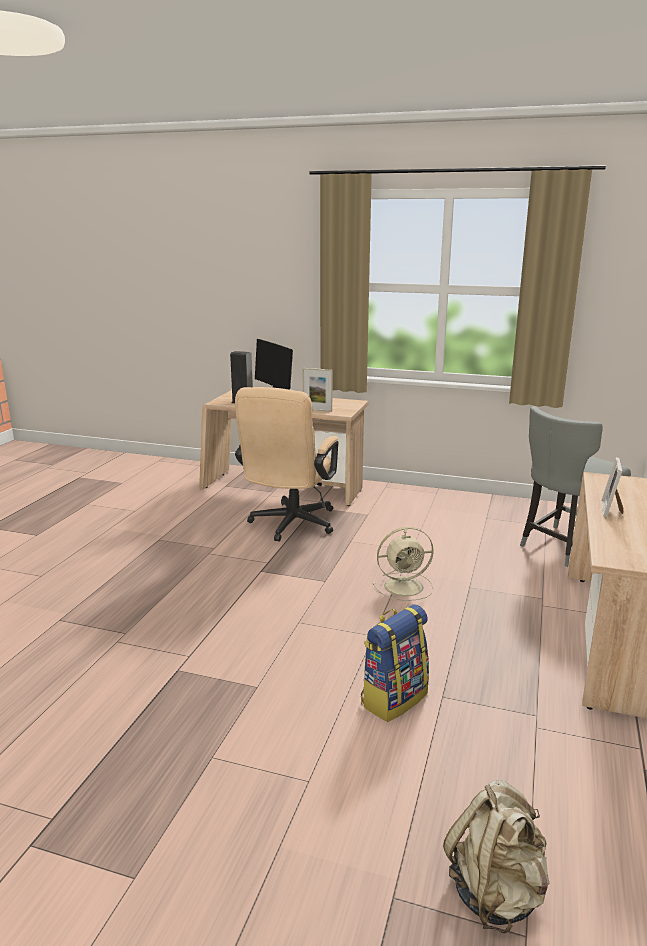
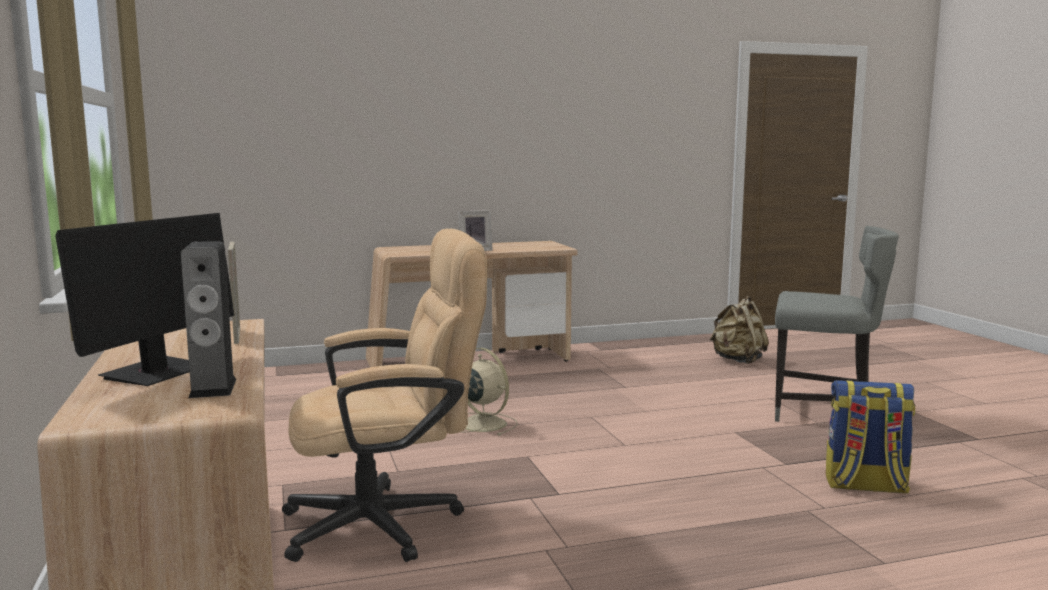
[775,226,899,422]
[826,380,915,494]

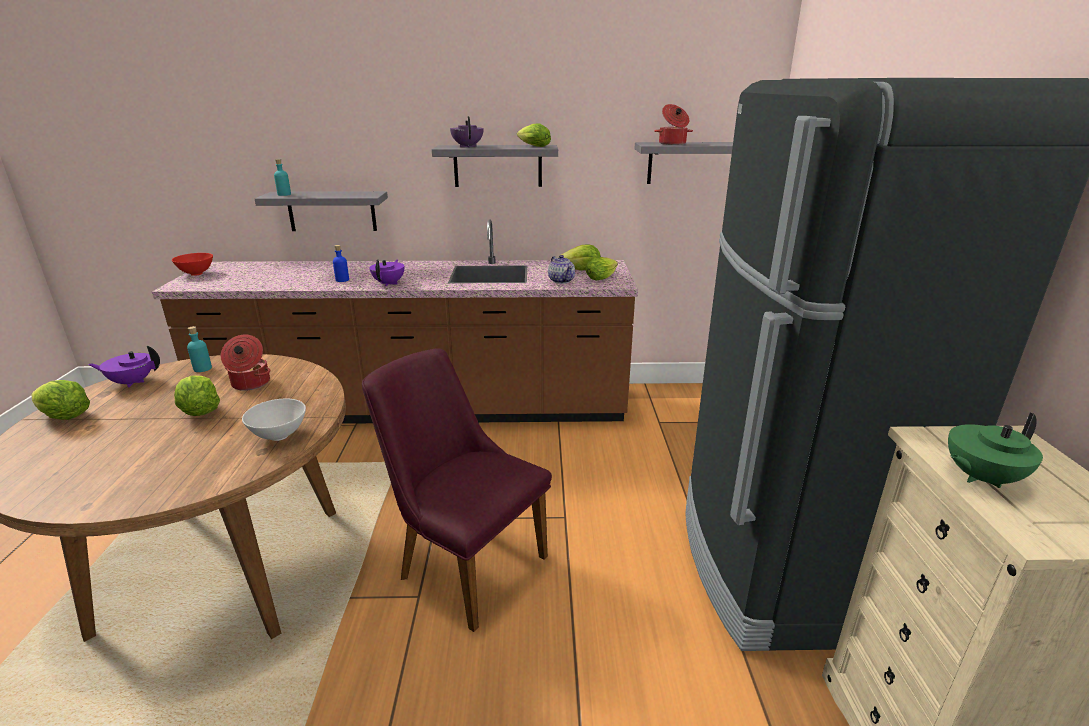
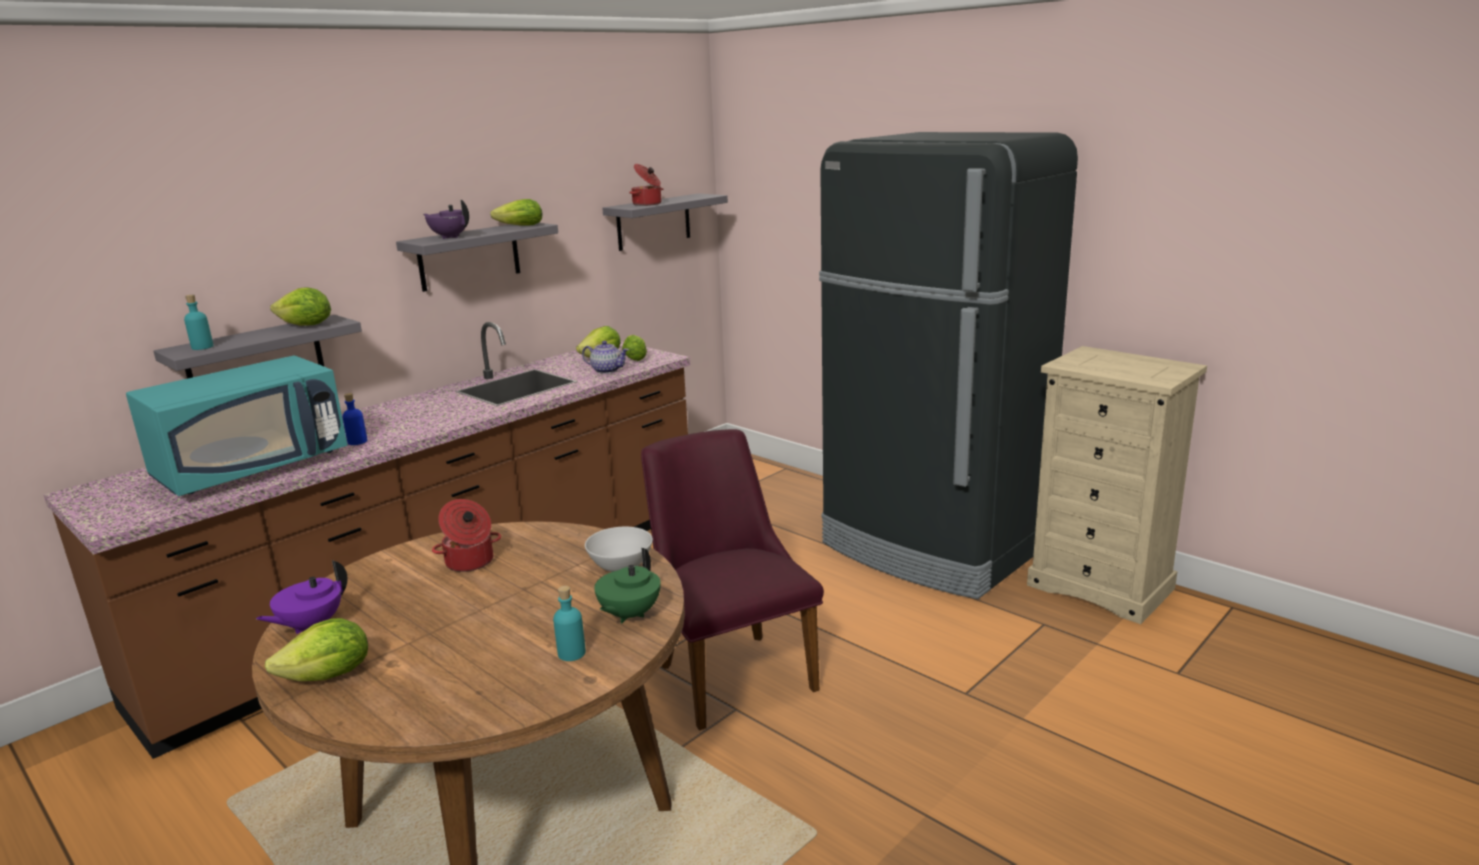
[126,356,348,496]
[270,287,331,326]
[553,586,586,661]
[594,548,661,623]
[641,429,824,731]
[172,253,213,276] (first image)
[370,259,405,286] (first image)

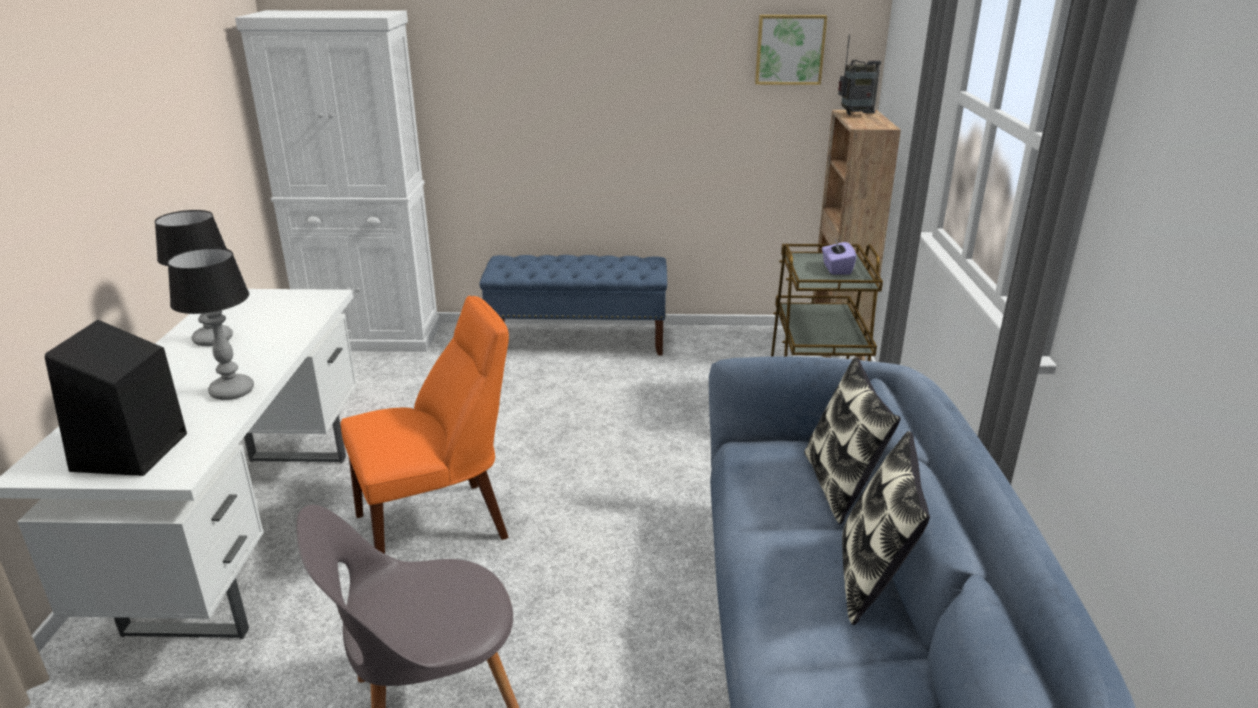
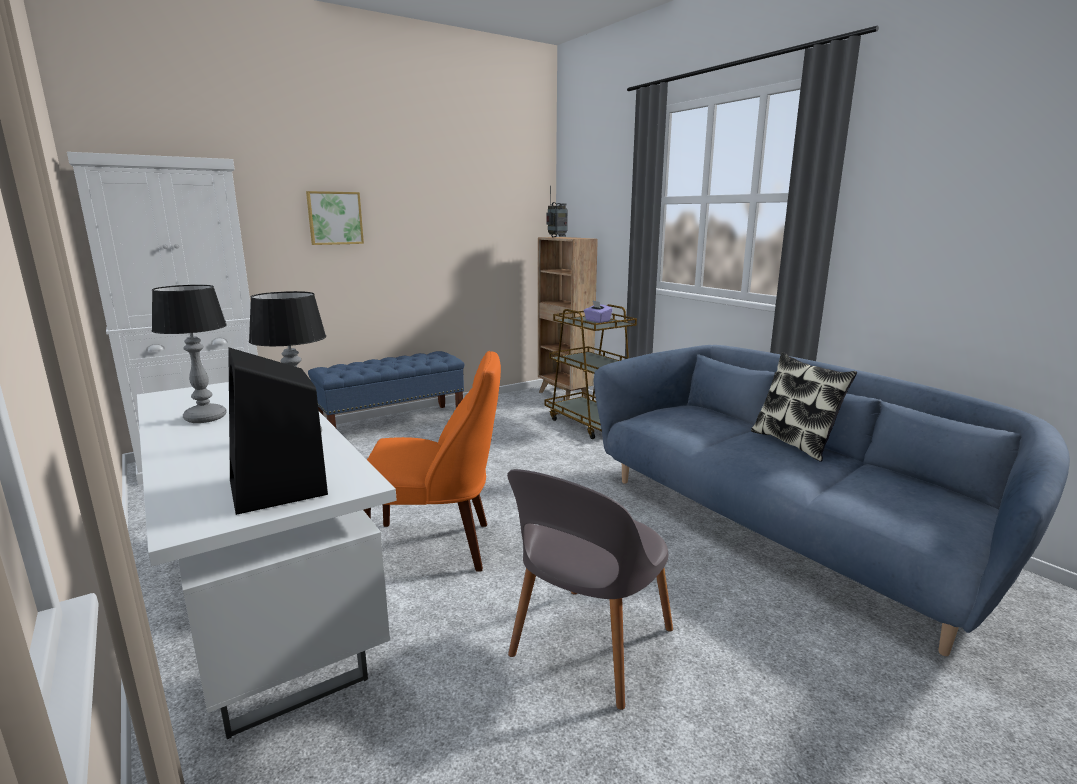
[306,191,364,245]
[364,351,501,571]
[804,357,901,524] (first image)

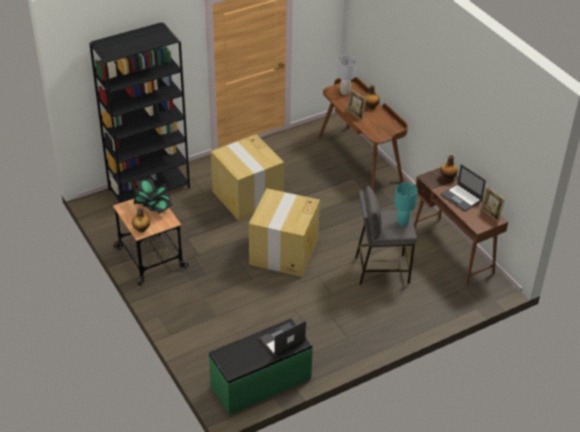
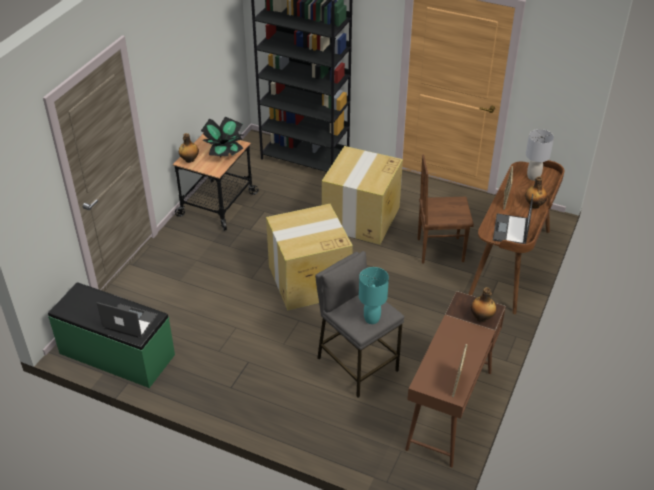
[418,155,474,263]
[493,194,533,244]

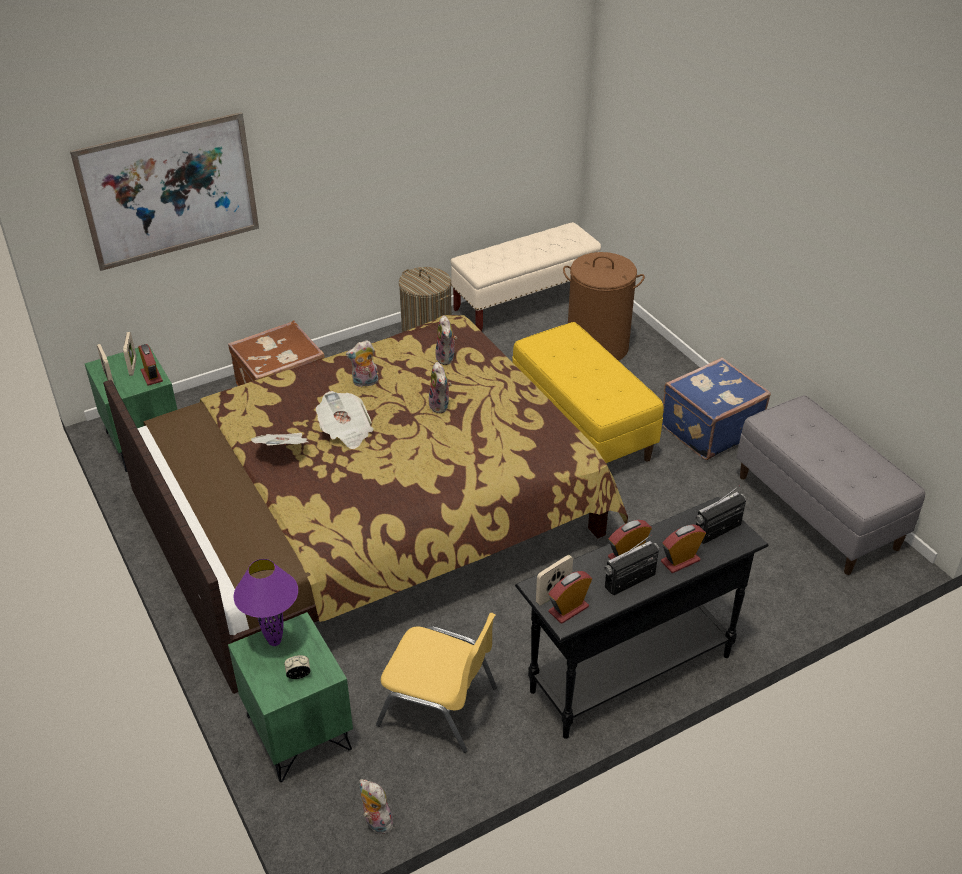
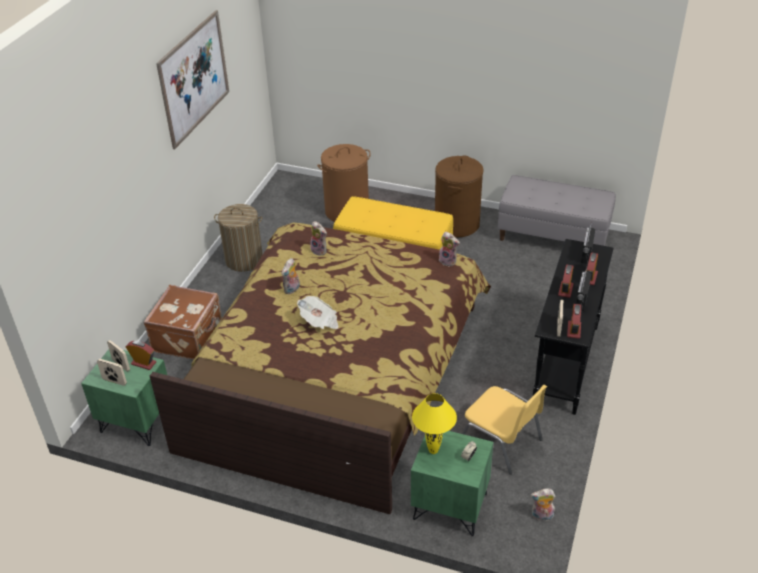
[156,10,229,149]
[412,393,457,454]
[435,155,484,237]
[439,232,460,267]
[462,385,547,474]
[251,433,308,445] (first image)
[451,222,601,331] (first image)

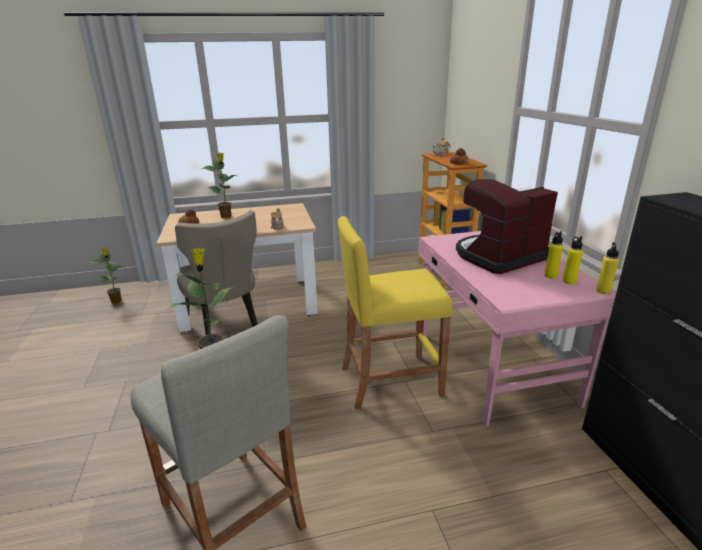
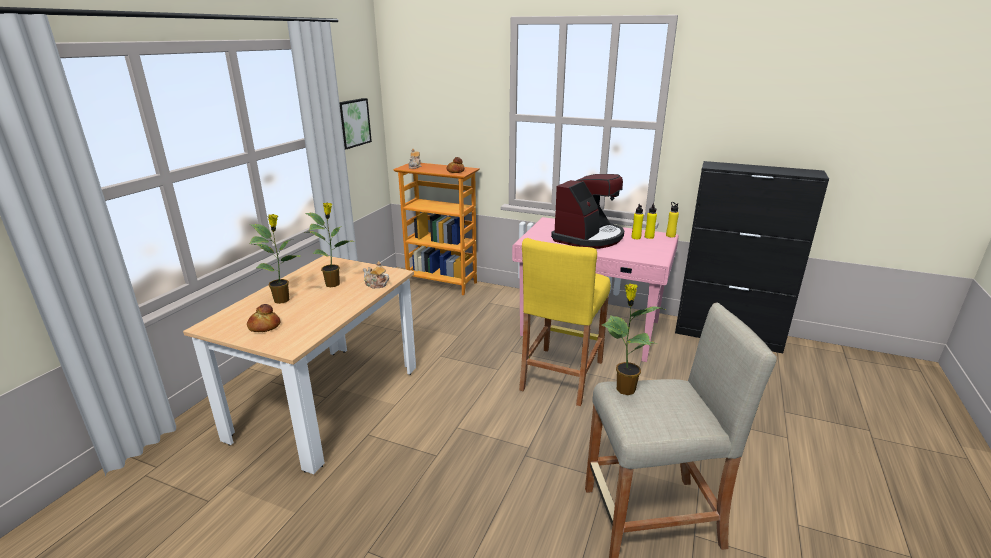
[305,202,354,287]
[339,98,372,149]
[551,174,624,249]
[175,210,258,335] (first image)

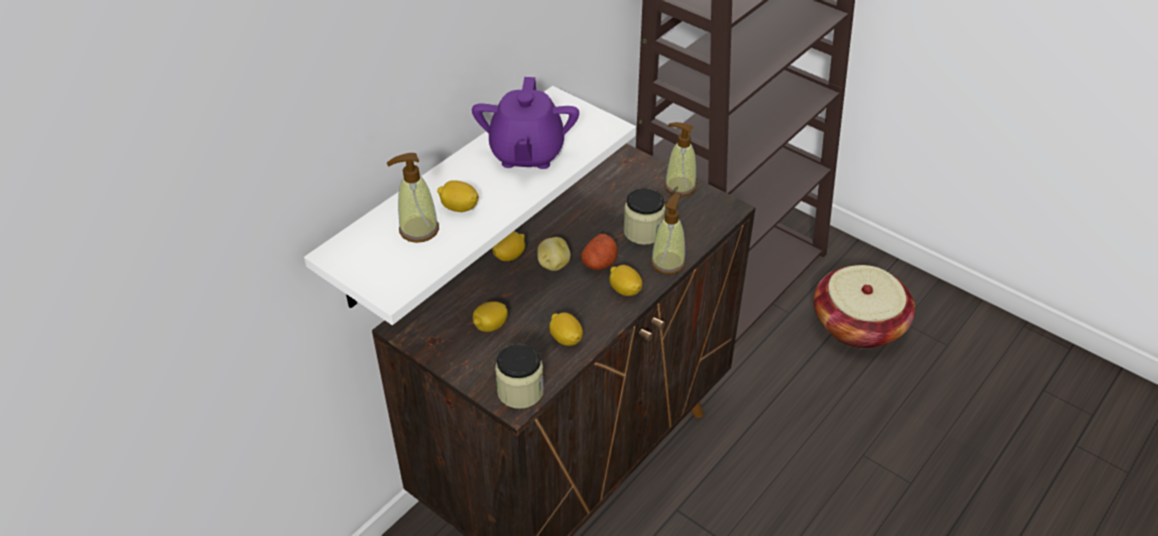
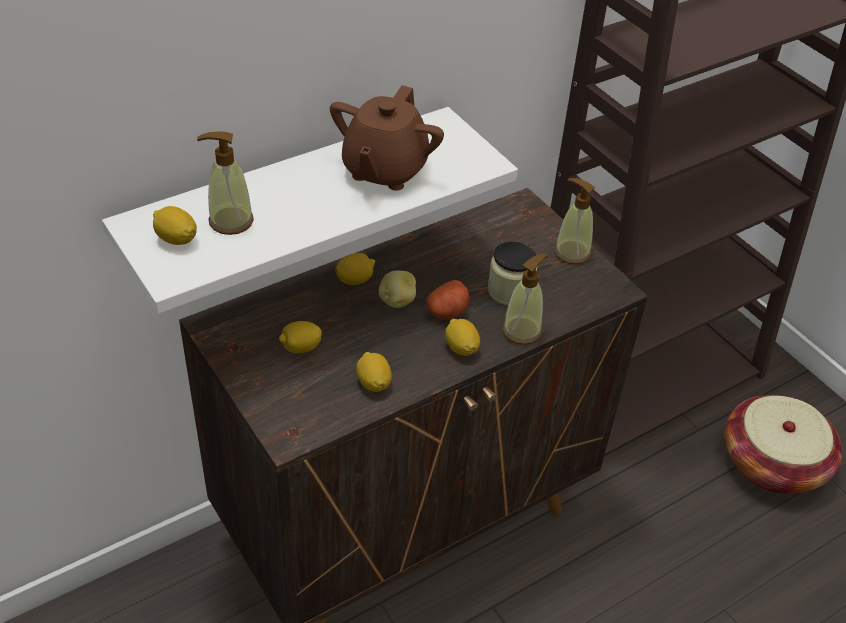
[153,206,197,245]
[330,85,444,191]
[495,344,544,409] (first image)

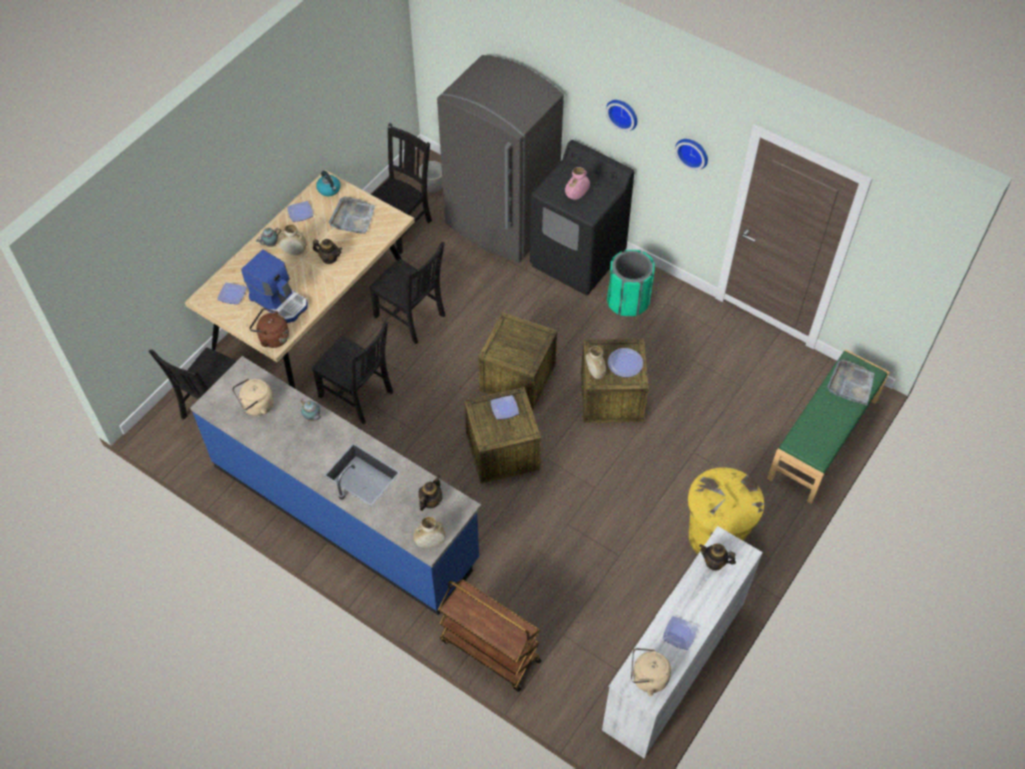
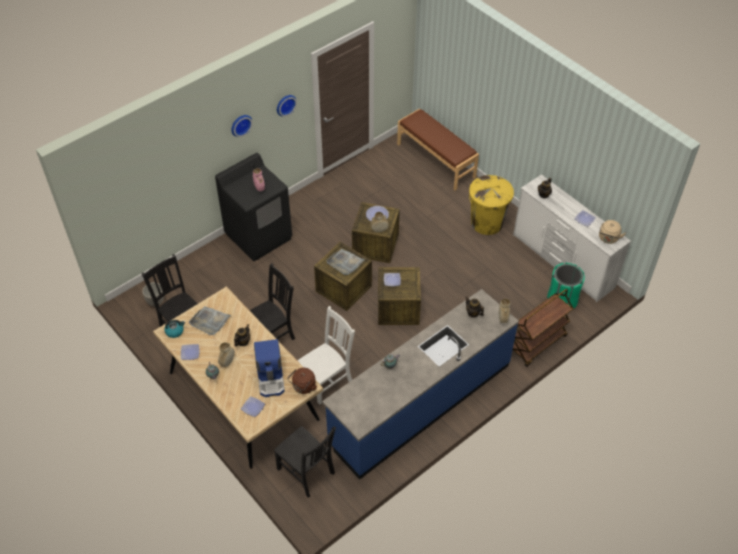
[254,339,285,397]
[297,306,355,404]
[326,249,365,275]
[397,109,479,191]
[547,263,585,308]
[232,378,274,416] (first image)
[437,55,564,263] (first image)

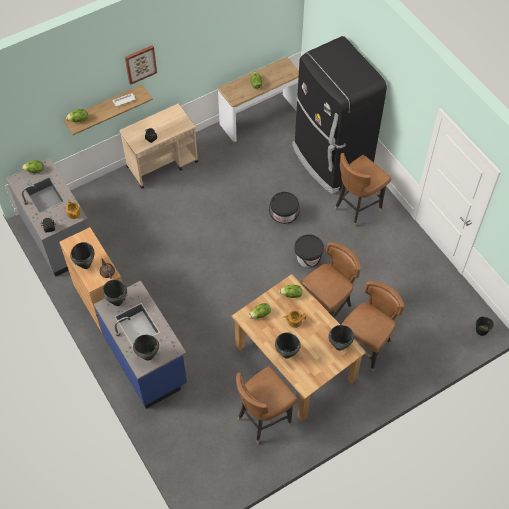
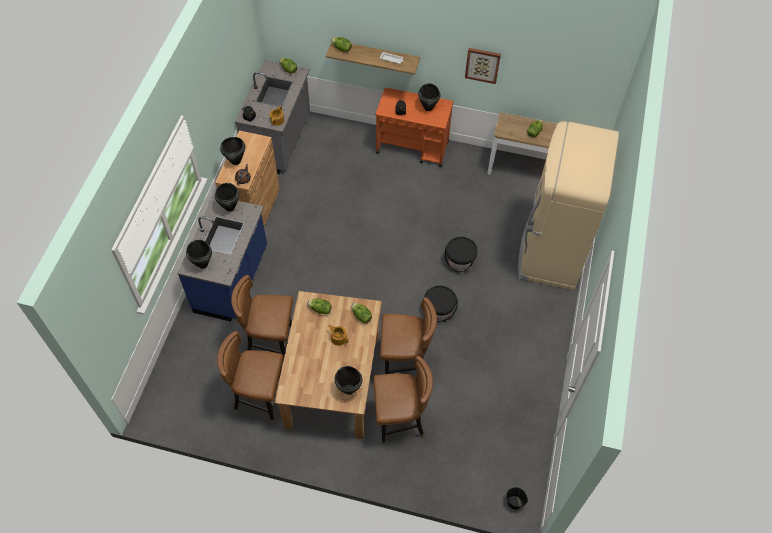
[231,275,293,361]
[376,88,453,167]
[418,83,440,111]
[465,48,501,84]
[518,121,619,291]

